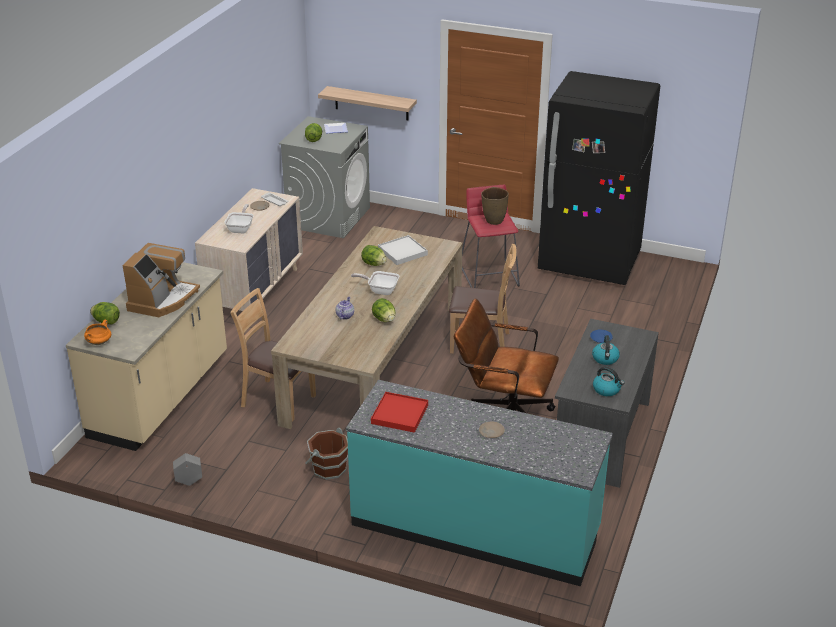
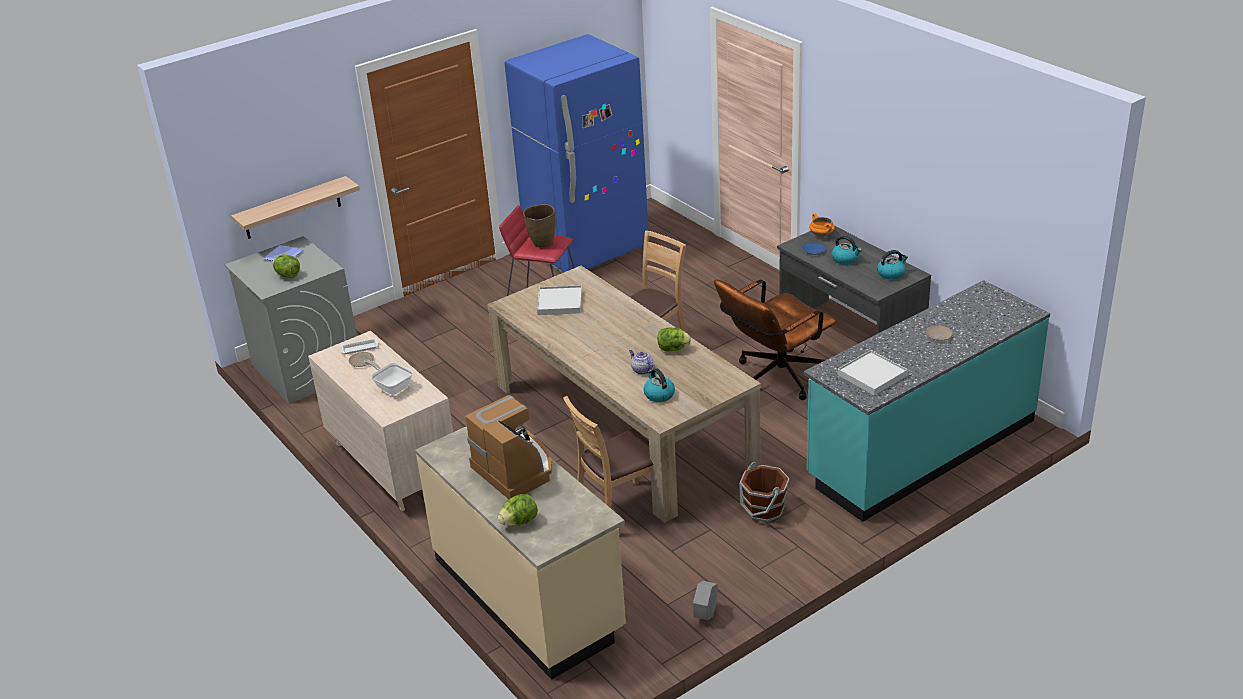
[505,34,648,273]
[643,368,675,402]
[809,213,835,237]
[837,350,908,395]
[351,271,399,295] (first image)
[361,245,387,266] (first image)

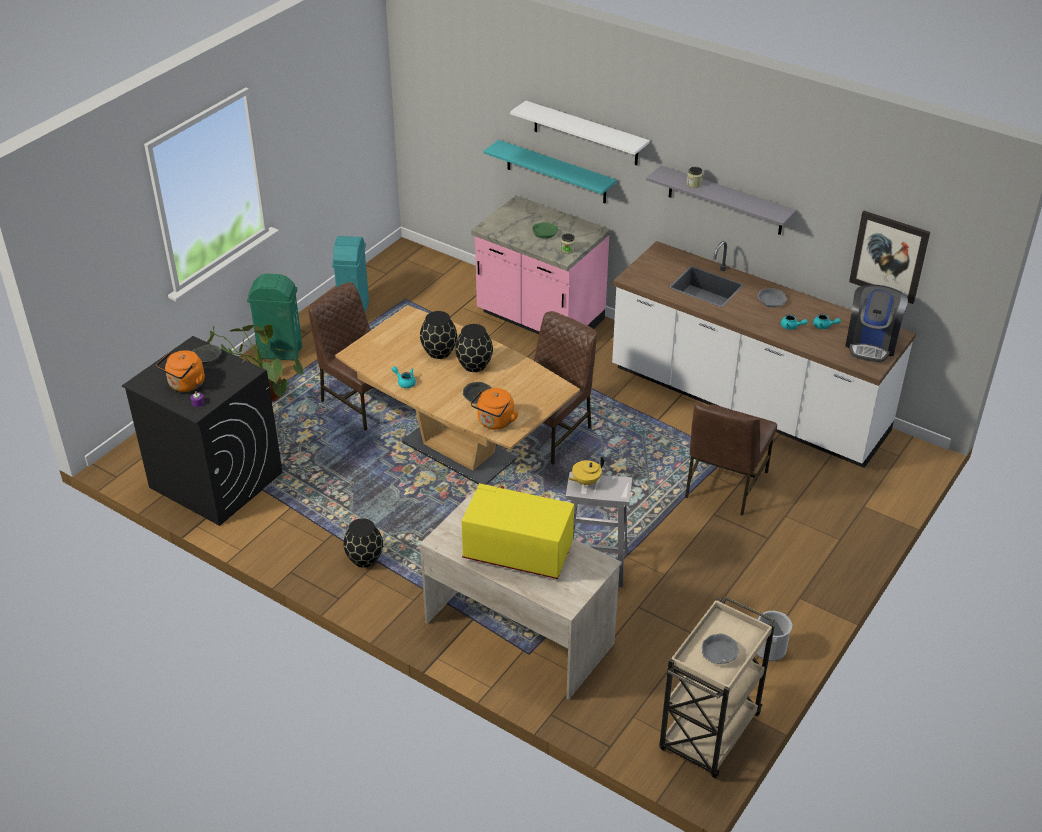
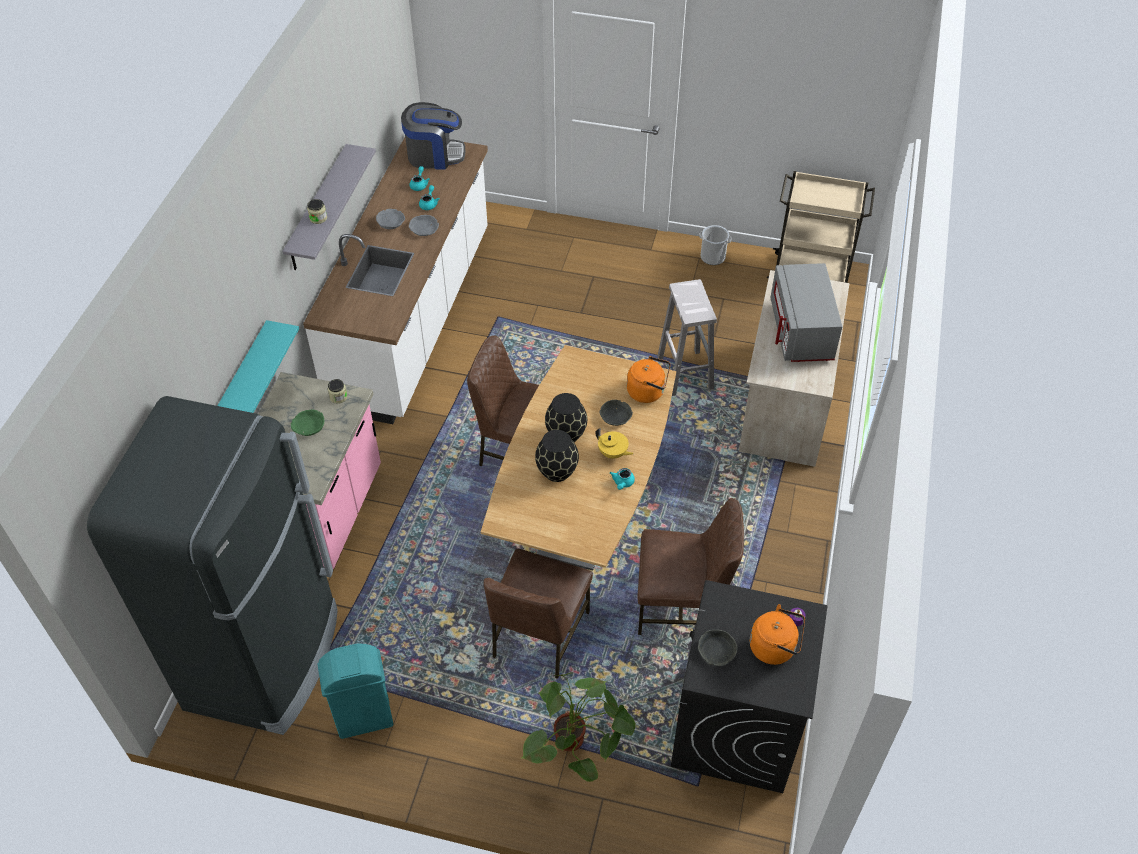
[87,396,338,735]
[409,215,439,236]
[595,428,633,459]
[637,498,744,635]
[770,263,843,362]
[247,273,302,361] (first image)
[343,518,383,568] (first image)
[510,101,650,165] (first image)
[849,211,930,304] (first image)

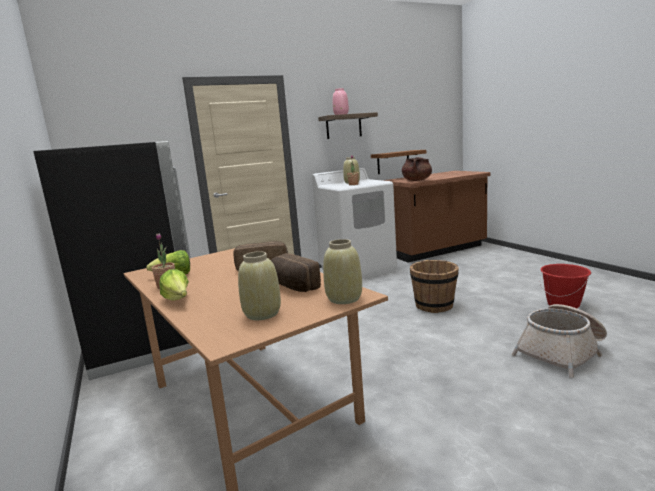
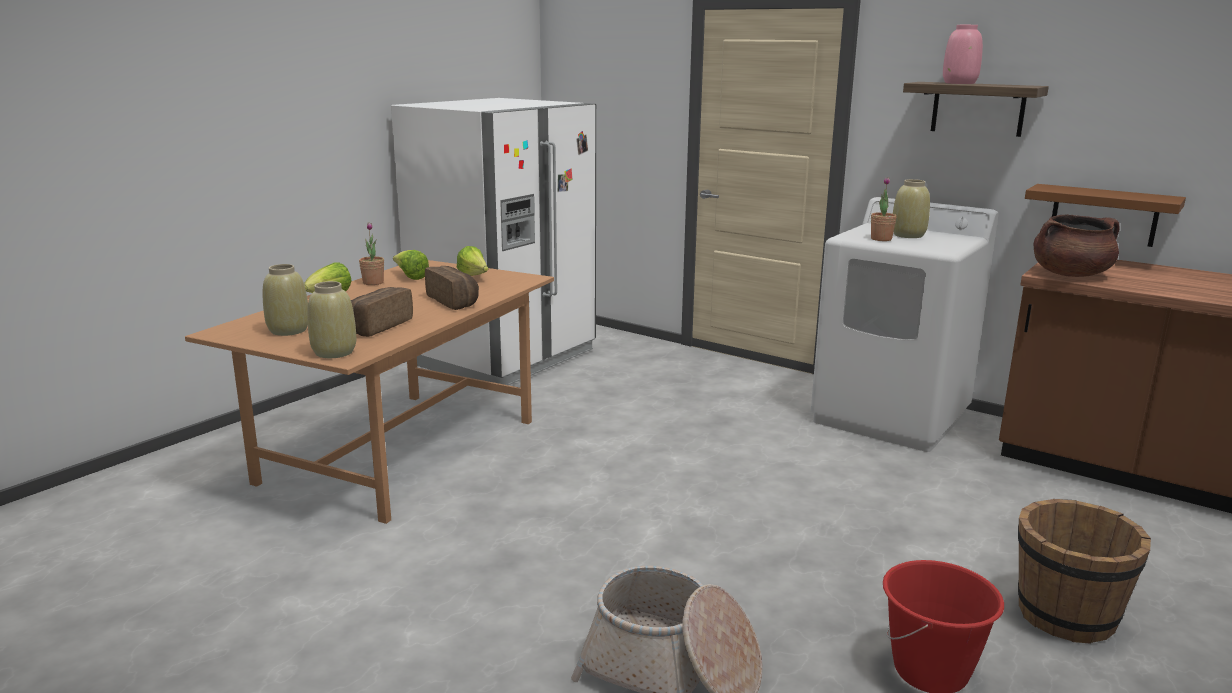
[391,98,596,385]
[457,246,488,276]
[1018,499,1151,644]

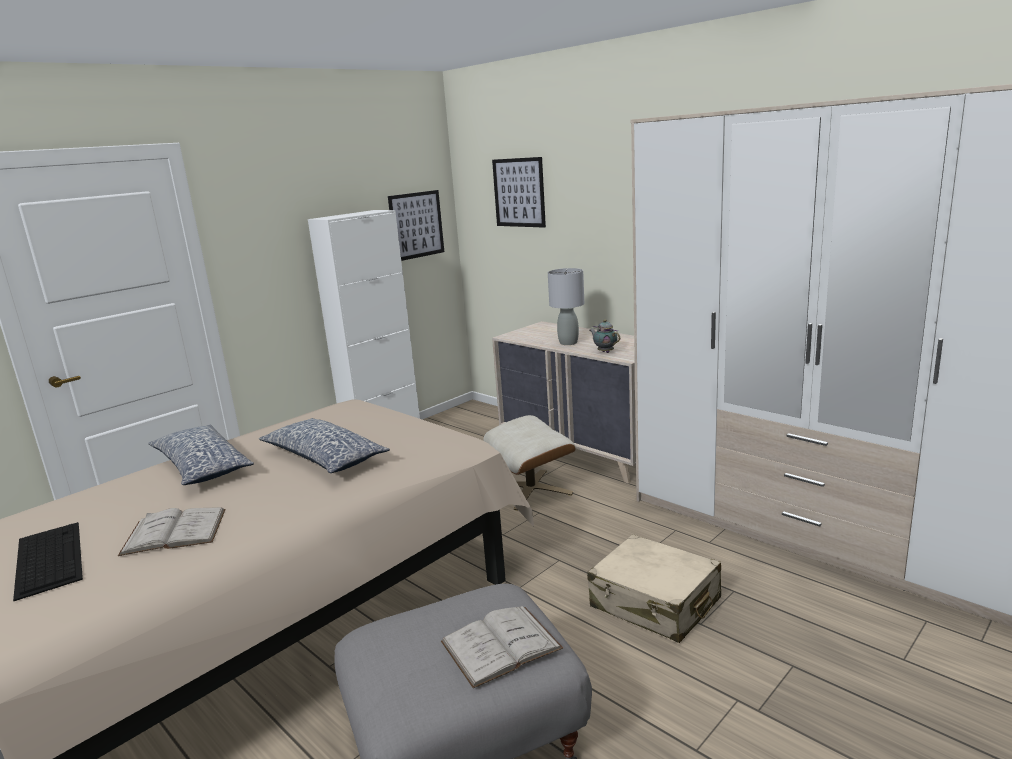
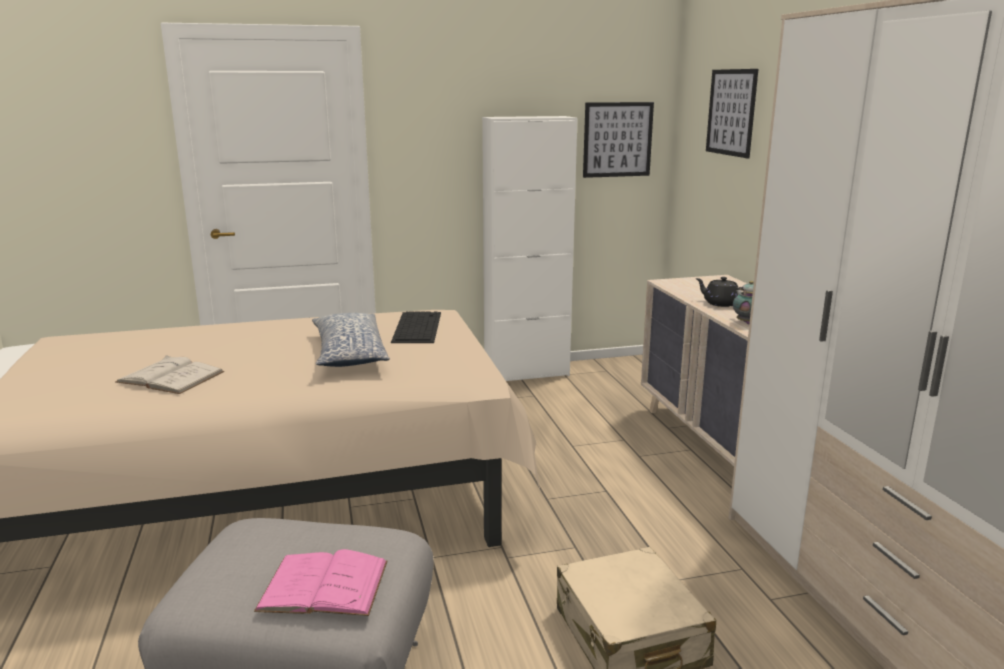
[254,549,388,616]
[391,312,441,343]
[696,277,744,307]
[148,425,254,485] (first image)
[483,415,576,510] (first image)

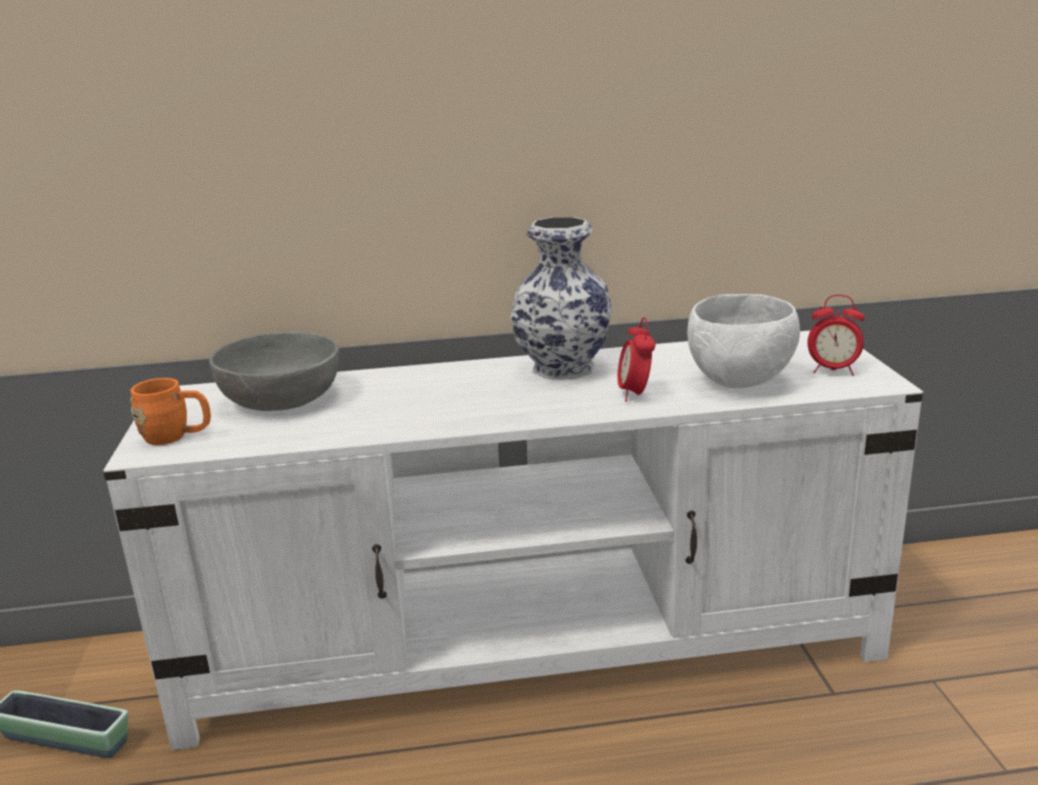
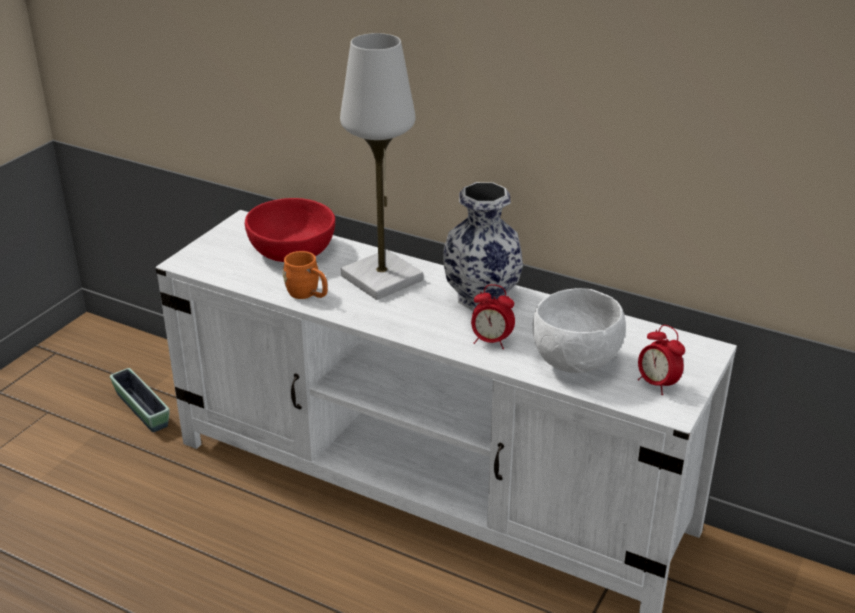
[245,198,335,262]
[282,251,328,299]
[340,33,423,300]
[471,284,515,349]

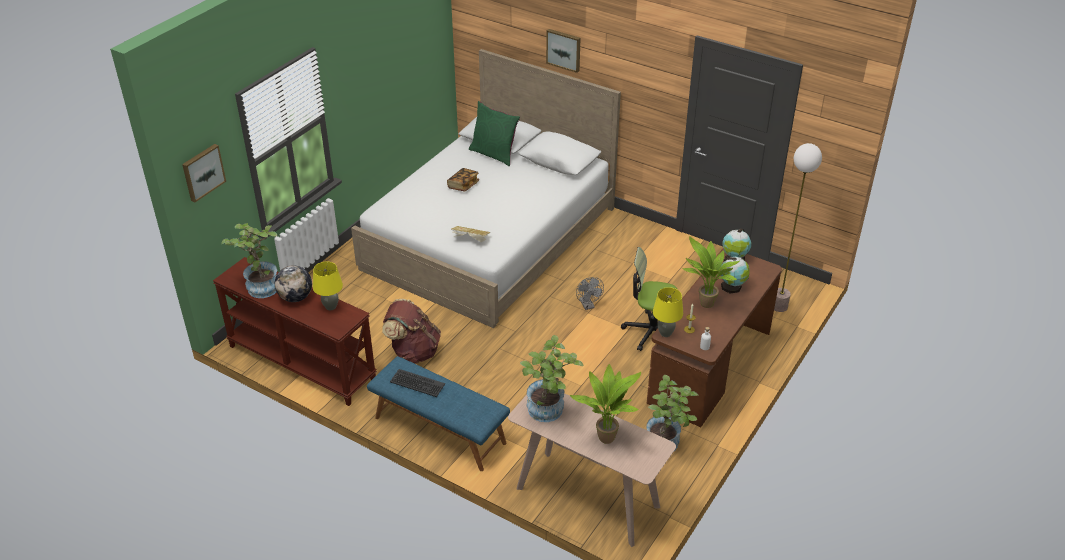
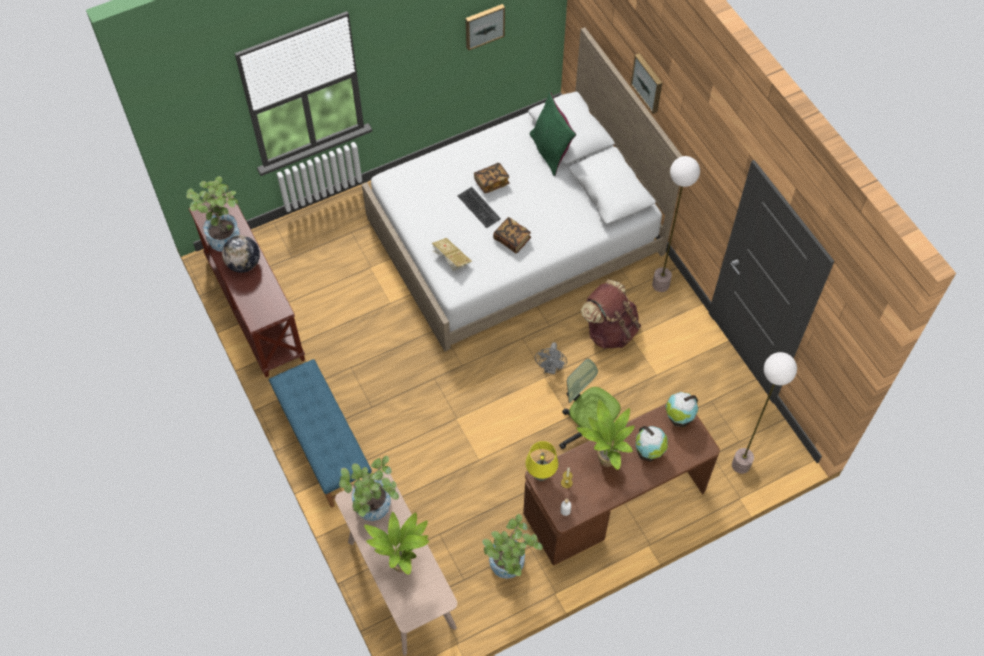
[458,187,501,228]
[466,4,505,51]
[493,217,531,254]
[581,279,641,349]
[652,156,700,292]
[313,262,343,310] (first image)

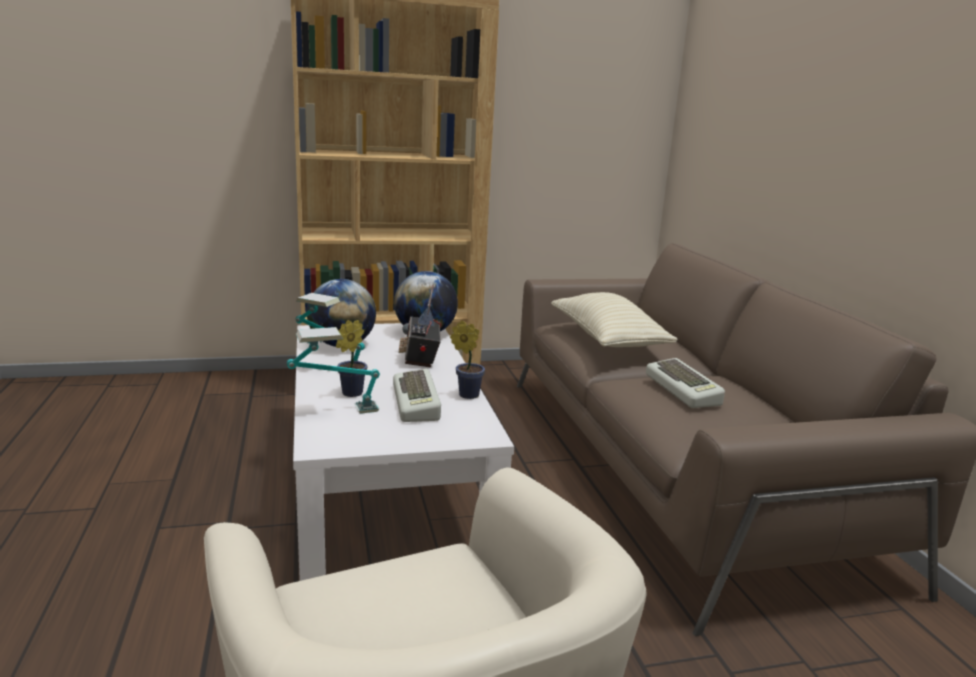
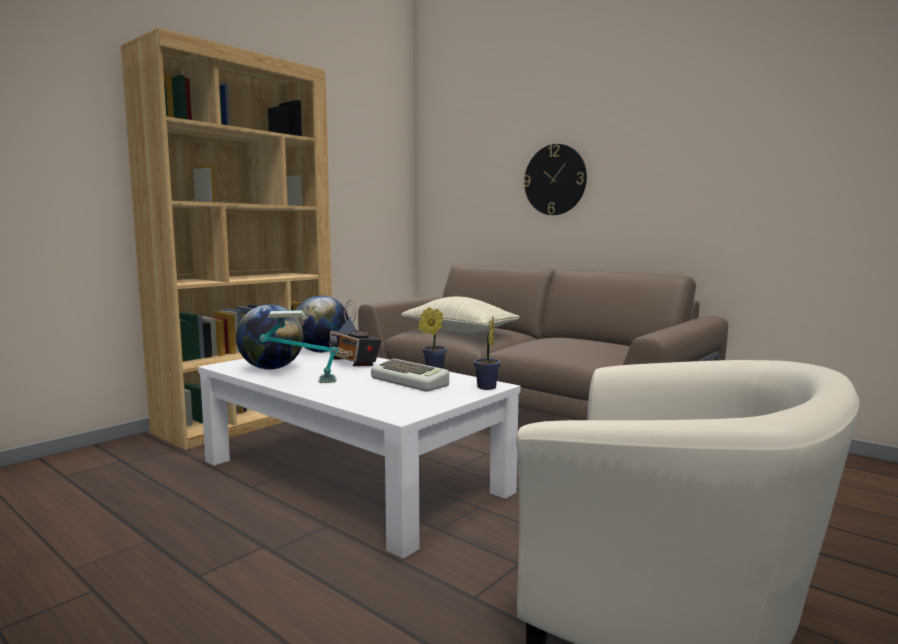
[473,317,501,390]
[524,144,587,215]
[287,327,380,414] (first image)
[646,358,725,408] (first image)

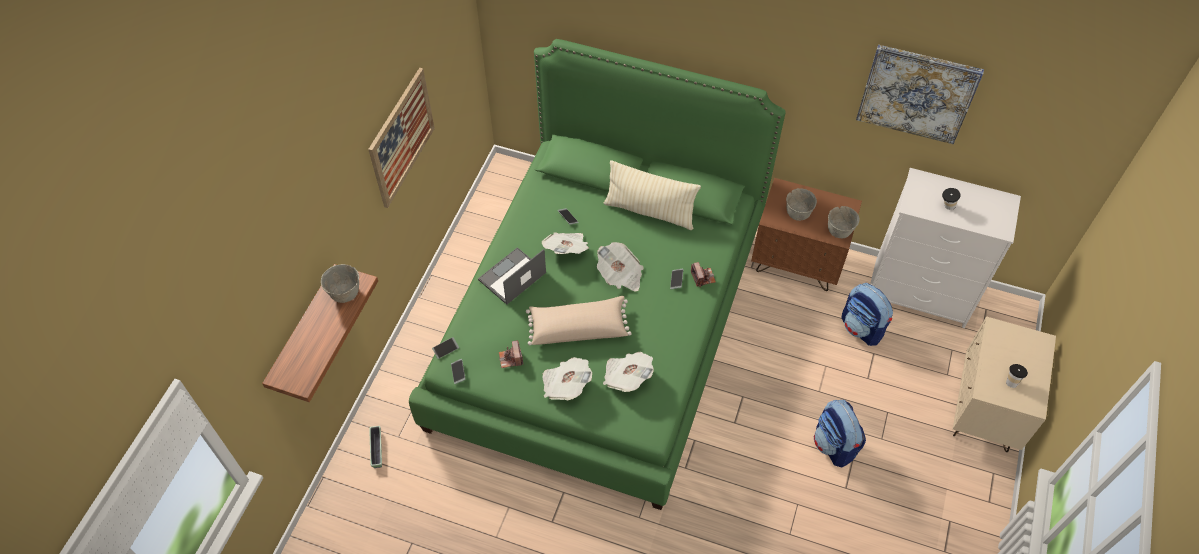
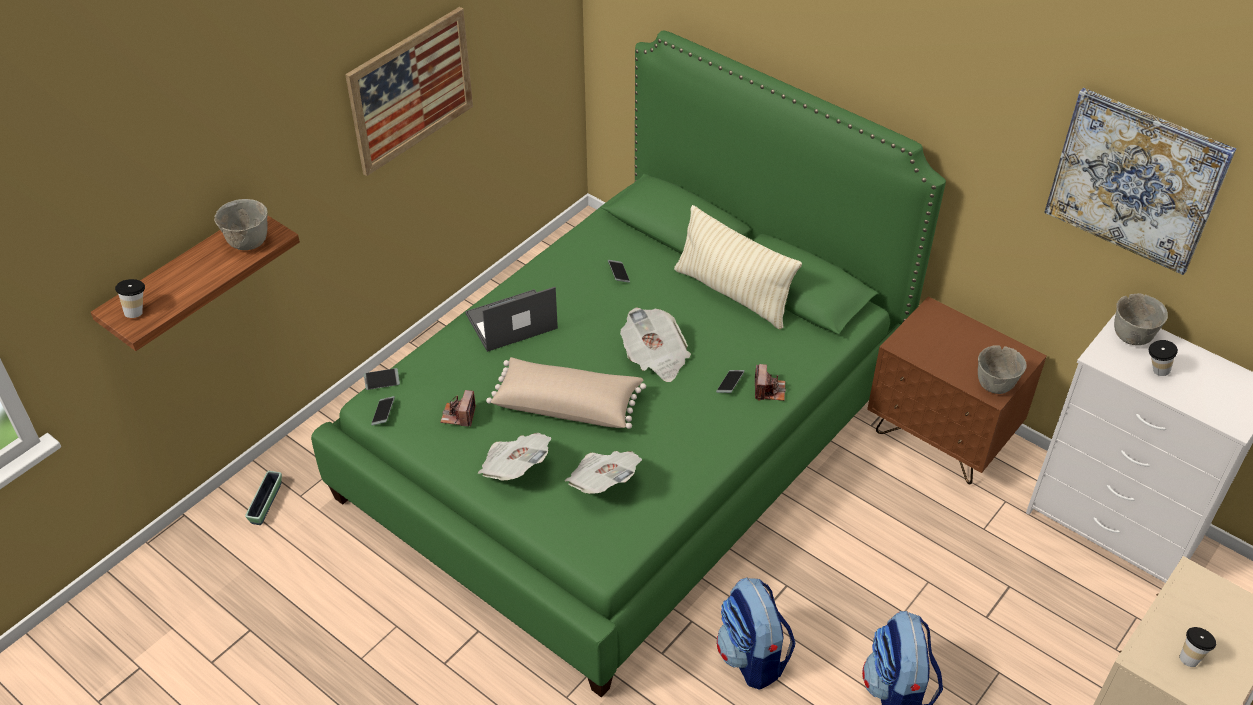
[115,279,145,318]
[717,577,795,690]
[1114,293,1168,345]
[542,232,589,254] (first image)

